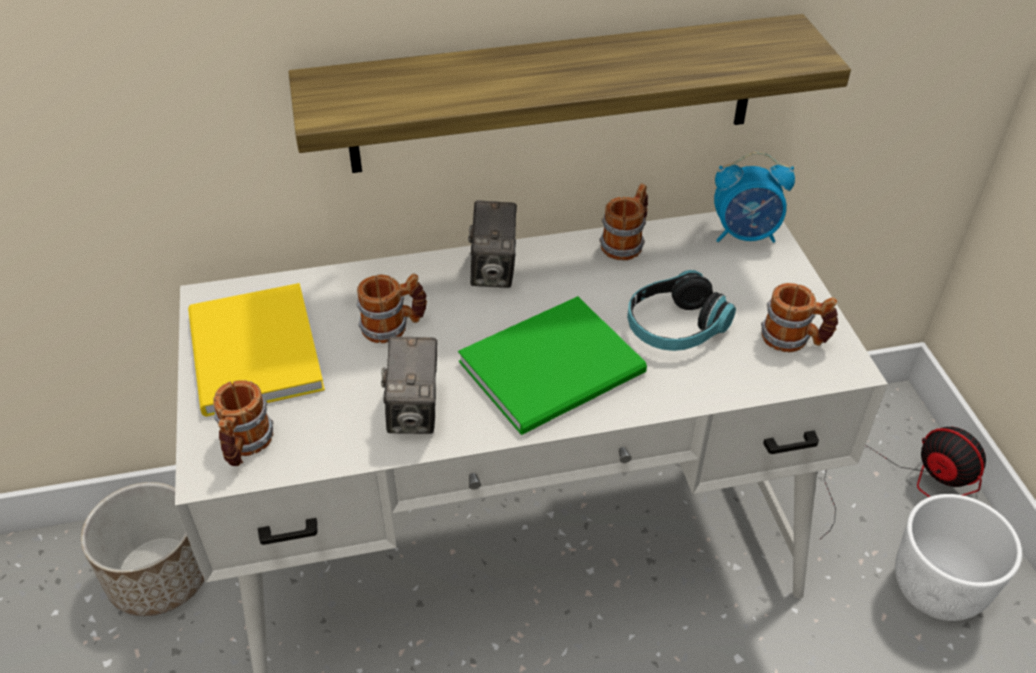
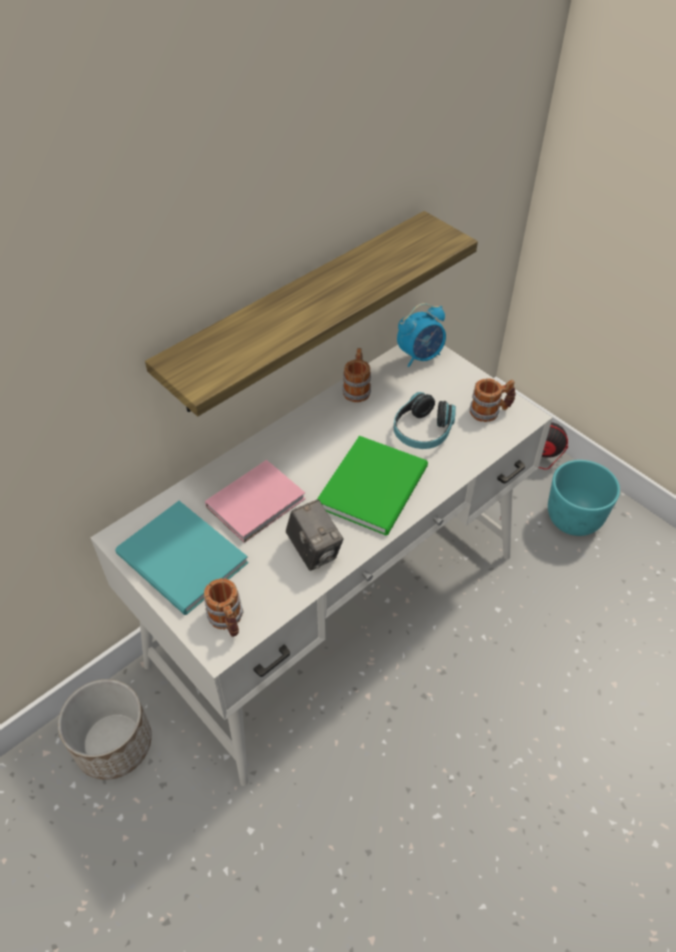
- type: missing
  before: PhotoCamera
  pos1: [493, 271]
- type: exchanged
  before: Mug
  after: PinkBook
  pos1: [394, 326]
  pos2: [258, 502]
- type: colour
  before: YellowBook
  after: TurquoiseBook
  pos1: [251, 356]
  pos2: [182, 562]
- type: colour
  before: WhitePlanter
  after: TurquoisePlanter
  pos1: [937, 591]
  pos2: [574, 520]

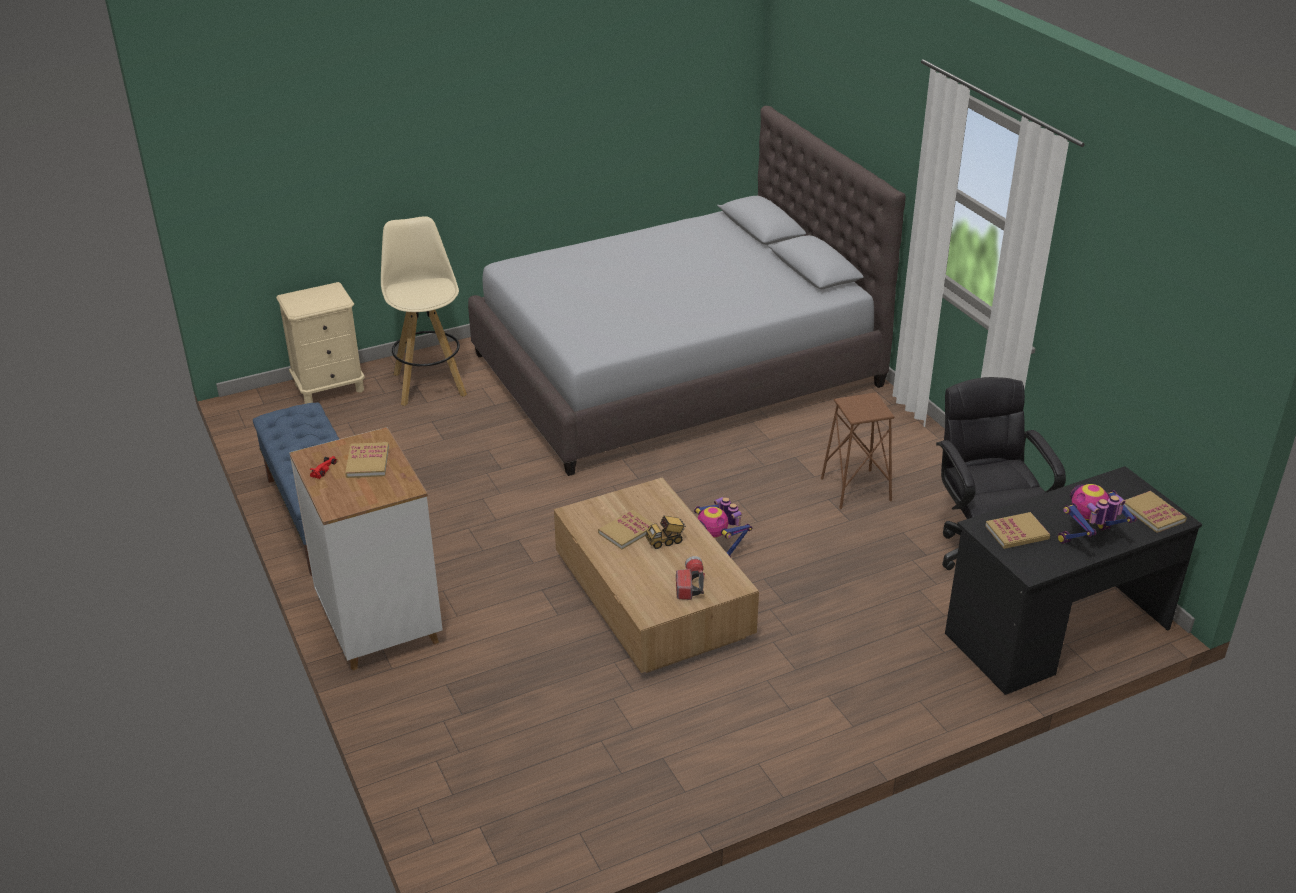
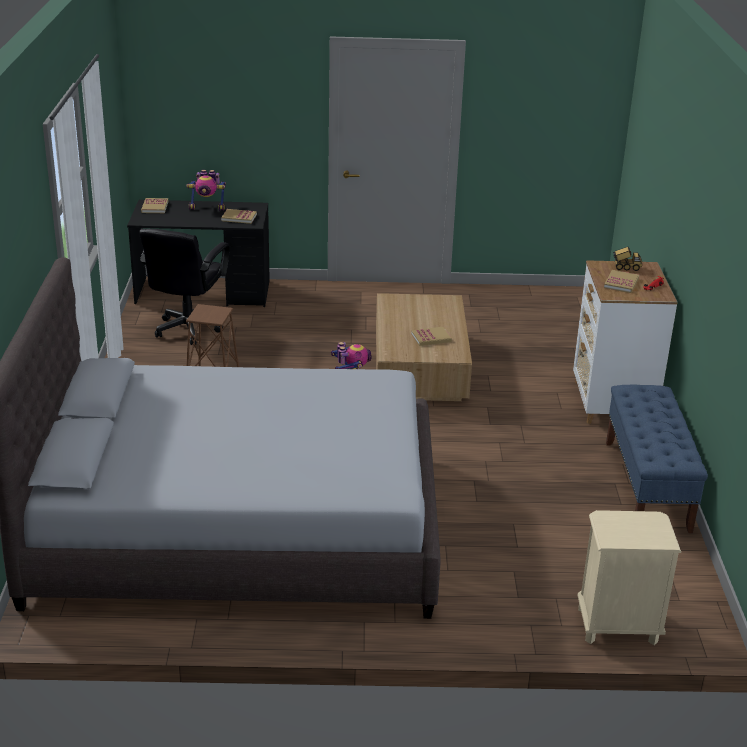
- type: missing
  before: BeigeStool
  pos1: [430, 383]
- type: missing
  before: Flashlight
  pos1: [690, 584]
- type: relocated
  before: ToyTruck
  pos1: [666, 541]
  pos2: [626, 268]

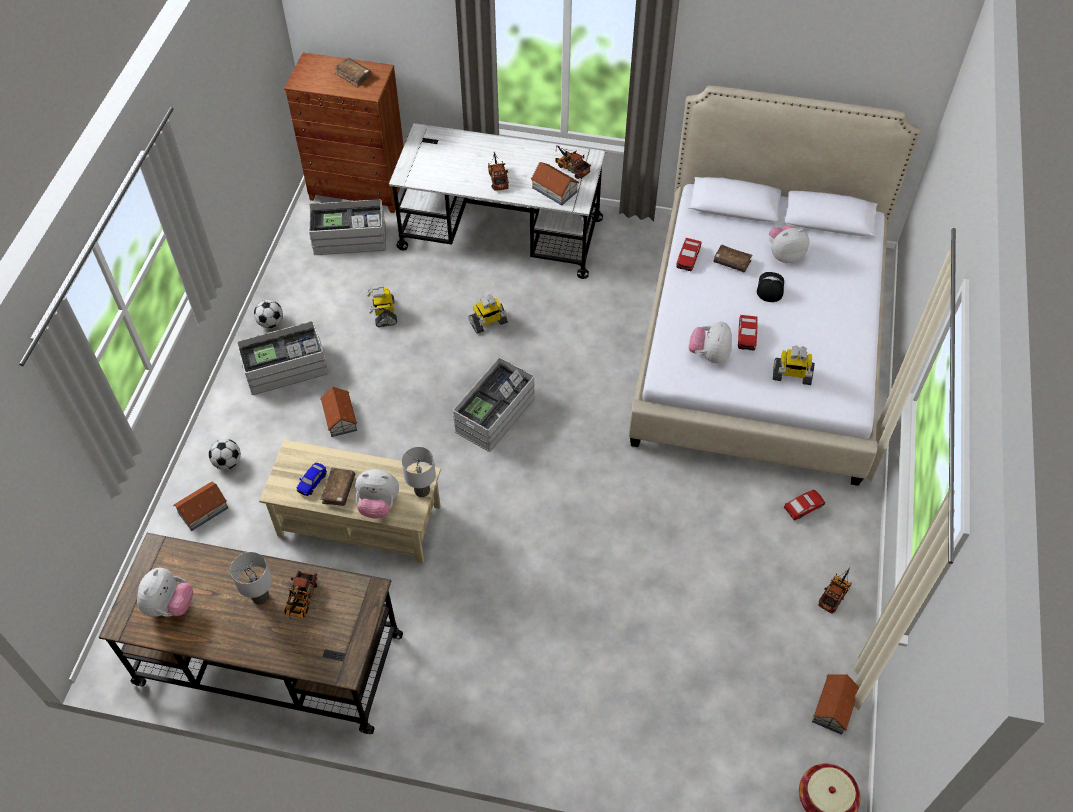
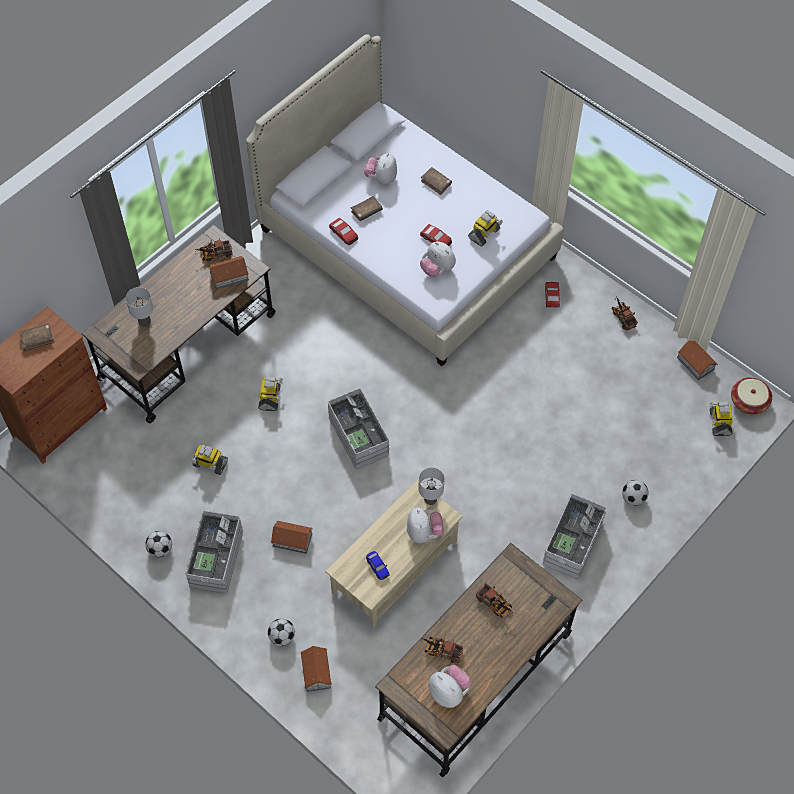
- type: missing
  before: Cap
  pos1: [770, 287]
- type: appeared
  after: Football
  pos2: [633, 498]
- type: appeared
  after: ToyRobot
  pos2: [719, 423]
- type: relocated
  before: WhiteTableLamp
  pos1: [262, 597]
  pos2: [145, 322]
- type: relocated
  before: GreyStorageBox
  pos1: [349, 237]
  pos2: [572, 542]
- type: relocated
  before: BrownBook
  pos1: [339, 490]
  pos2: [436, 183]
- type: relocated
  before: ToyTruck
  pos1: [498, 177]
  pos2: [441, 650]
- type: colour
  before: WhiteDesk
  after: BrownDesk
  pos1: [500, 234]
  pos2: [187, 346]
- type: spun
  before: PlushToy
  pos1: [378, 504]
  pos2: [424, 532]
  turn: -45

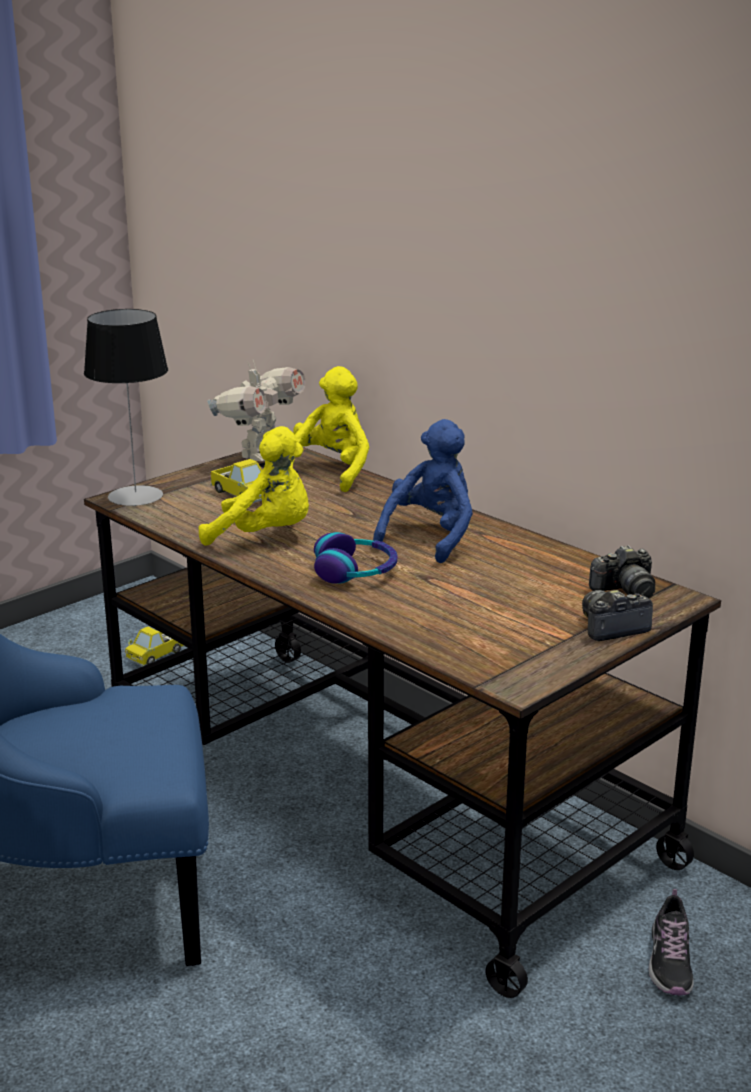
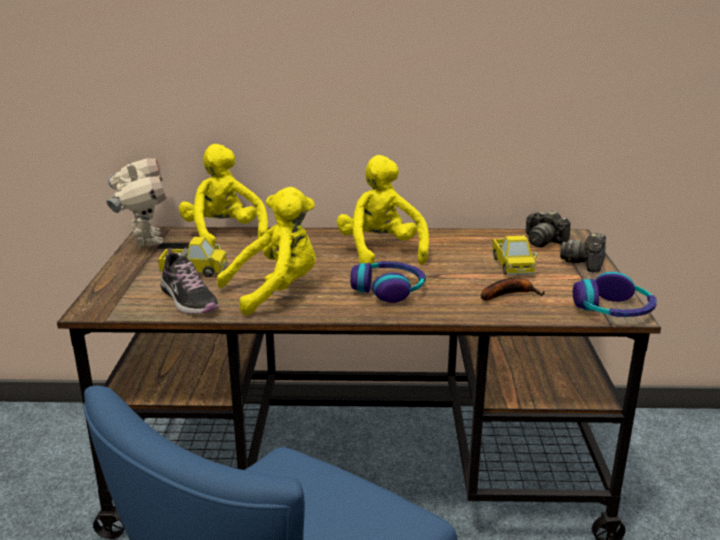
- type: missing
  before: TableLamp
  pos1: [136, 496]
- type: appeared
  after: Banana
  pos2: [509, 294]
- type: appeared
  after: Headphones
  pos2: [613, 310]
- type: relocated
  before: ToyTruck
  pos1: [156, 655]
  pos2: [512, 266]
- type: relocated
  before: Shoe
  pos1: [670, 961]
  pos2: [188, 300]
- type: colour
  before: BluePlushToy
  after: YellowPlushToy
  pos1: [431, 537]
  pos2: [381, 251]
- type: spun
  before: PhotoCamera
  pos1: [625, 591]
  pos2: [543, 241]
  turn: 105

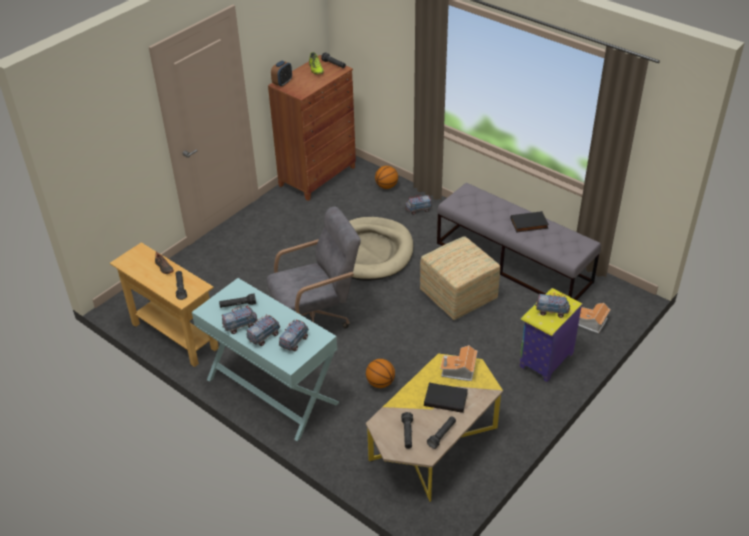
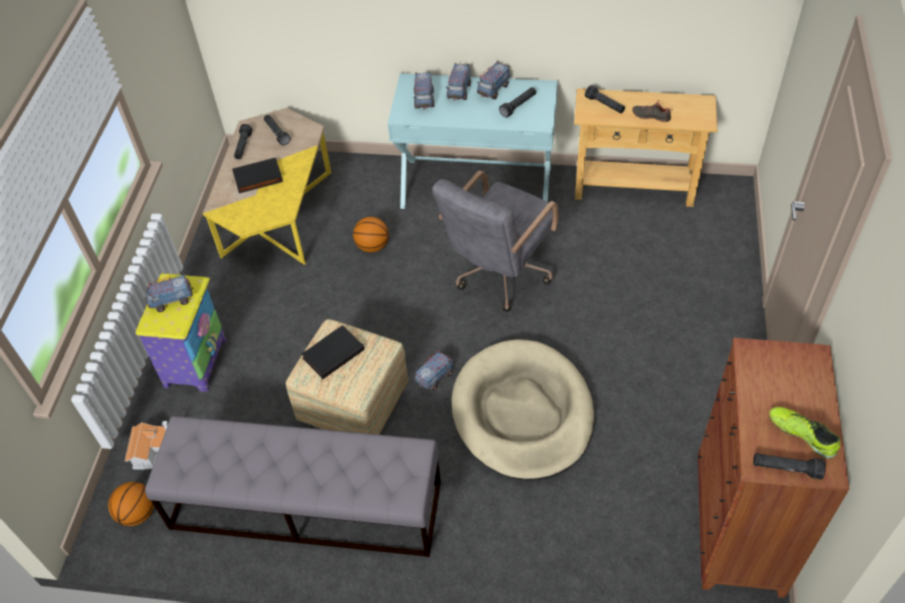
- type: missing
  before: AlarmClock
  pos1: [282, 83]
- type: missing
  before: ToyHouse
  pos1: [459, 371]
- type: relocated
  before: Basketball
  pos1: [386, 186]
  pos2: [138, 513]
- type: relocated
  before: ToyTruck
  pos1: [418, 209]
  pos2: [435, 377]
- type: relocated
  before: BlackBook
  pos1: [529, 224]
  pos2: [333, 353]

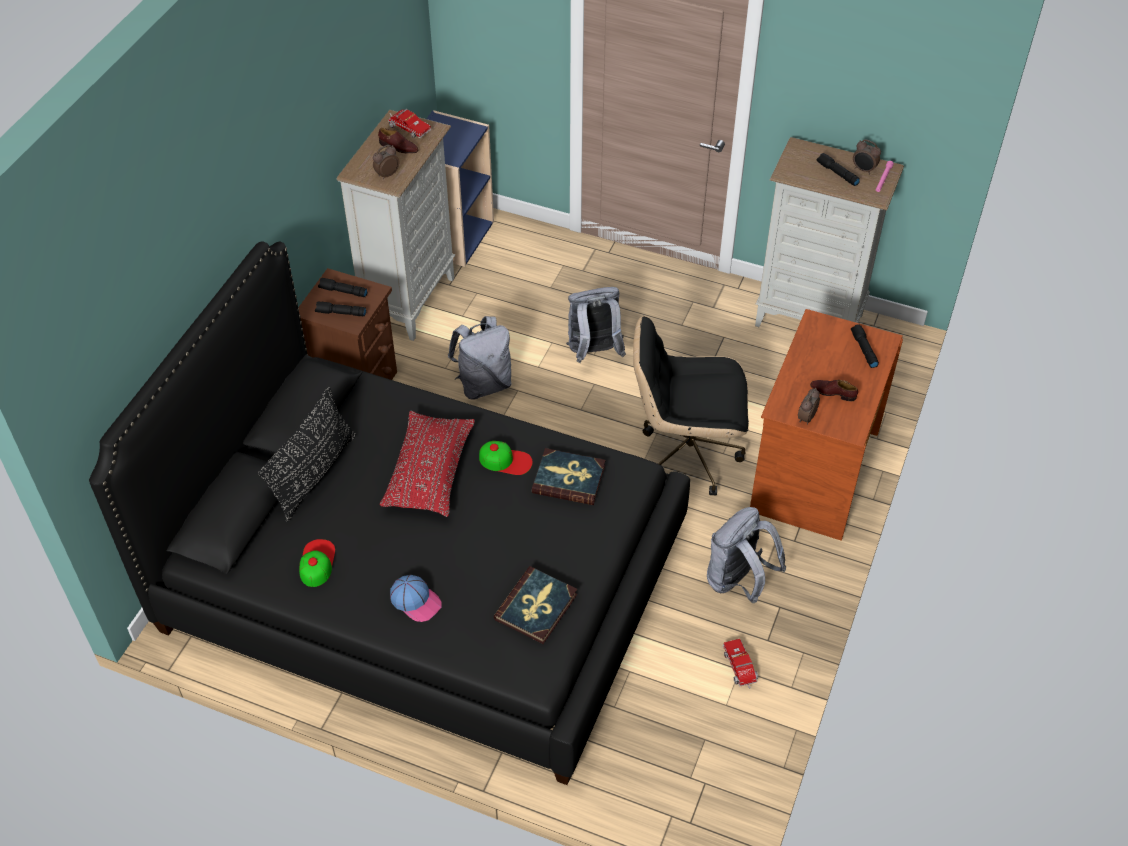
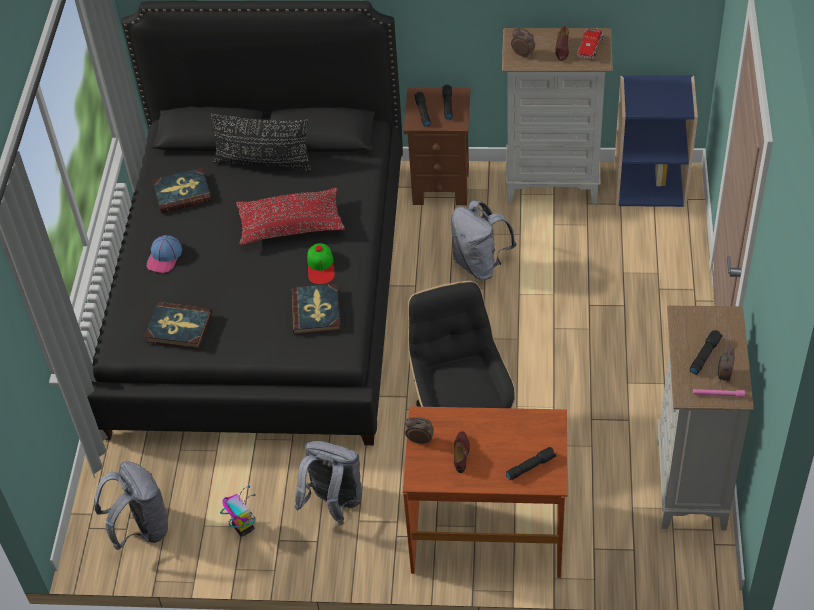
- type: relocated
  before: GreyBackpack
  pos1: [594, 352]
  pos2: [141, 528]
- type: exchanged
  before: Cap
  after: Book
  pos1: [316, 562]
  pos2: [182, 192]
- type: exchanged
  before: ToyTruck
  after: ToyRobot
  pos1: [740, 668]
  pos2: [243, 527]

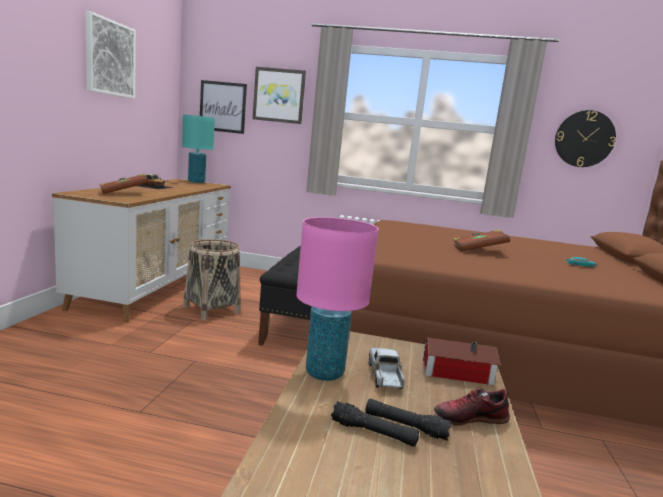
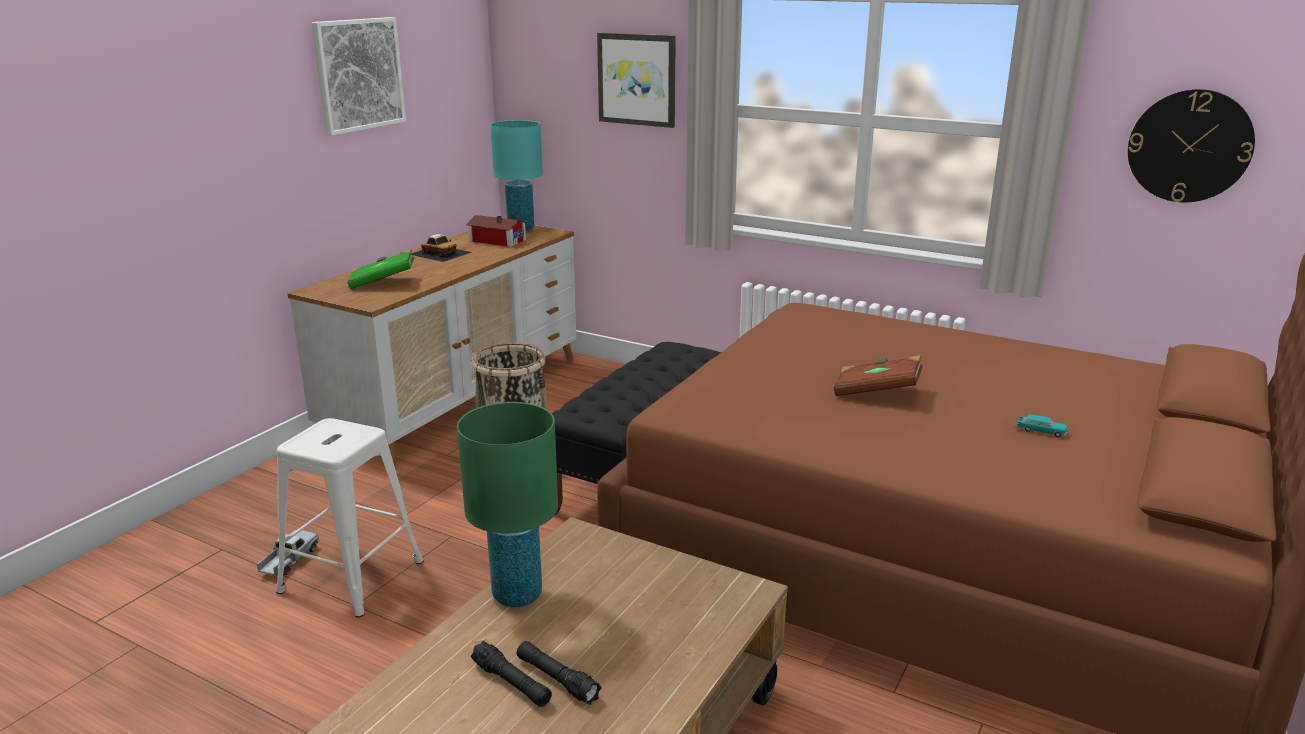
- type: missing
  before: Picture
  pos1: [222, 107]
- type: missing
  before: Shoe
  pos1: [470, 418]
- type: appeared
  after: WhiteStool
  pos2: [351, 577]
- type: relocated
  before: ToyTruck
  pos1: [385, 376]
  pos2: [289, 561]
- type: relocated
  before: ToyHouse
  pos1: [454, 370]
  pos2: [497, 240]
- type: colour
  before: BrownBook
  after: GreenBook
  pos1: [124, 193]
  pos2: [382, 282]
- type: colour
  before: PinkTableLamp
  after: GreenTableLamp
  pos1: [324, 373]
  pos2: [517, 595]

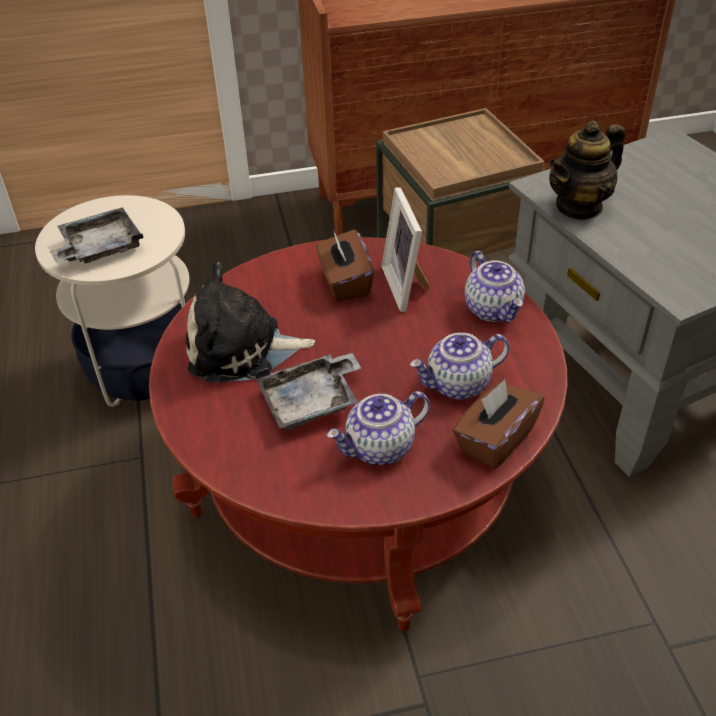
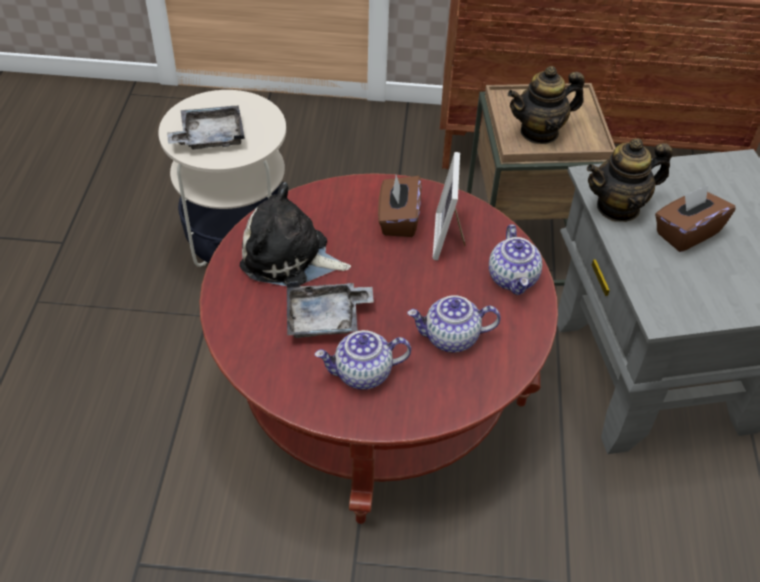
- type: appeared
  after: Teapot
  pos2: [539, 132]
- type: relocated
  before: BrownTissueBox
  pos1: [495, 440]
  pos2: [686, 233]

